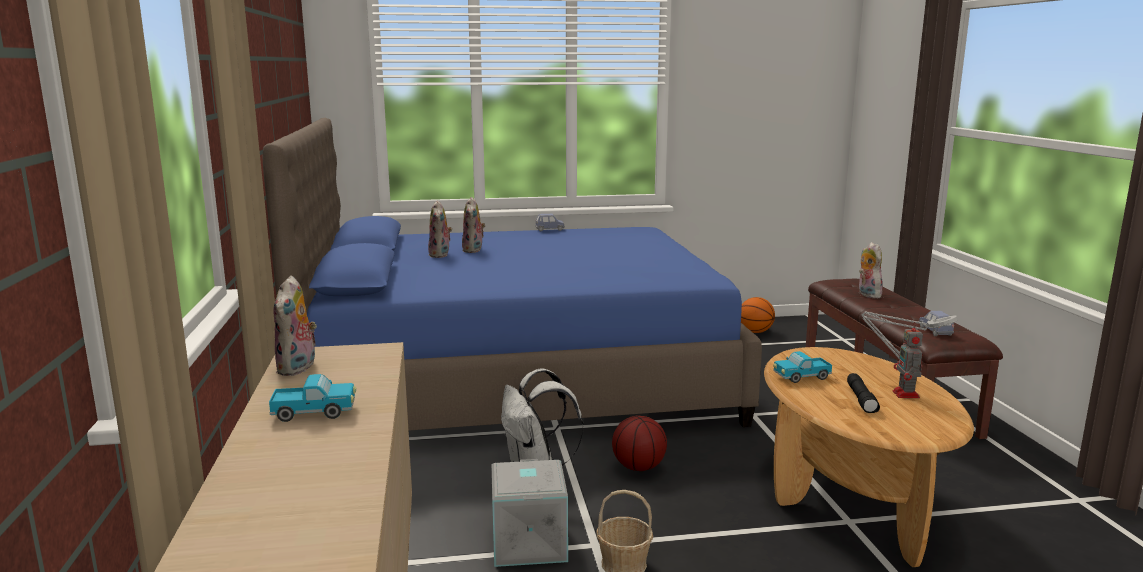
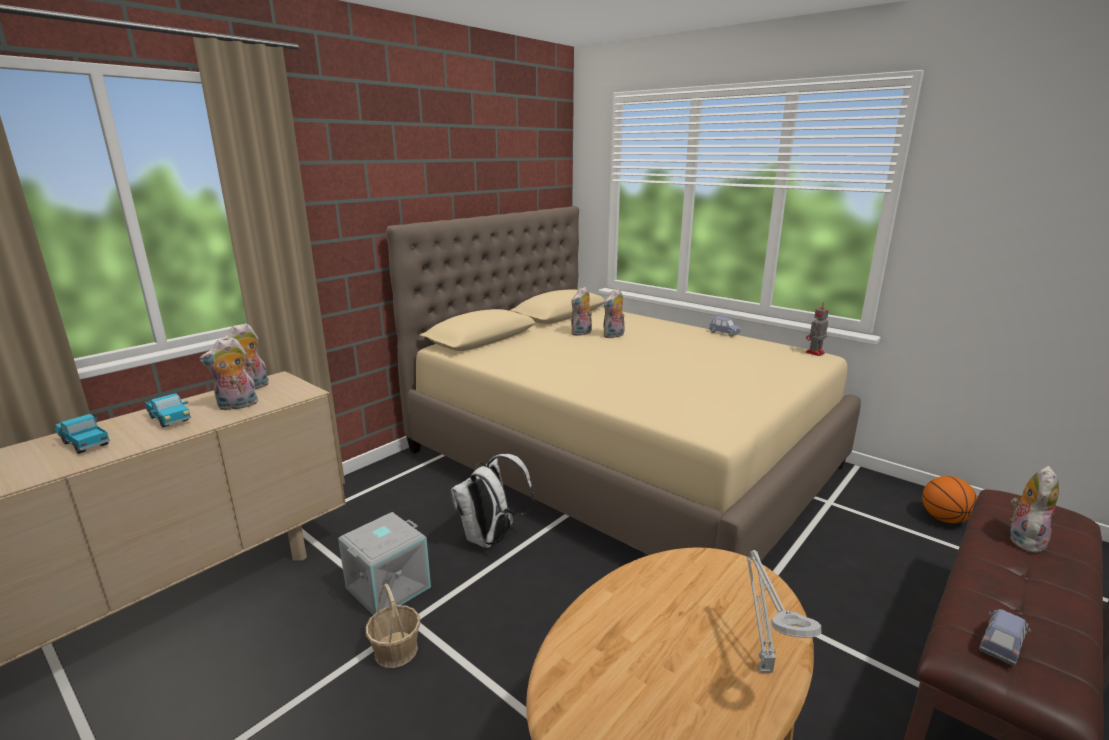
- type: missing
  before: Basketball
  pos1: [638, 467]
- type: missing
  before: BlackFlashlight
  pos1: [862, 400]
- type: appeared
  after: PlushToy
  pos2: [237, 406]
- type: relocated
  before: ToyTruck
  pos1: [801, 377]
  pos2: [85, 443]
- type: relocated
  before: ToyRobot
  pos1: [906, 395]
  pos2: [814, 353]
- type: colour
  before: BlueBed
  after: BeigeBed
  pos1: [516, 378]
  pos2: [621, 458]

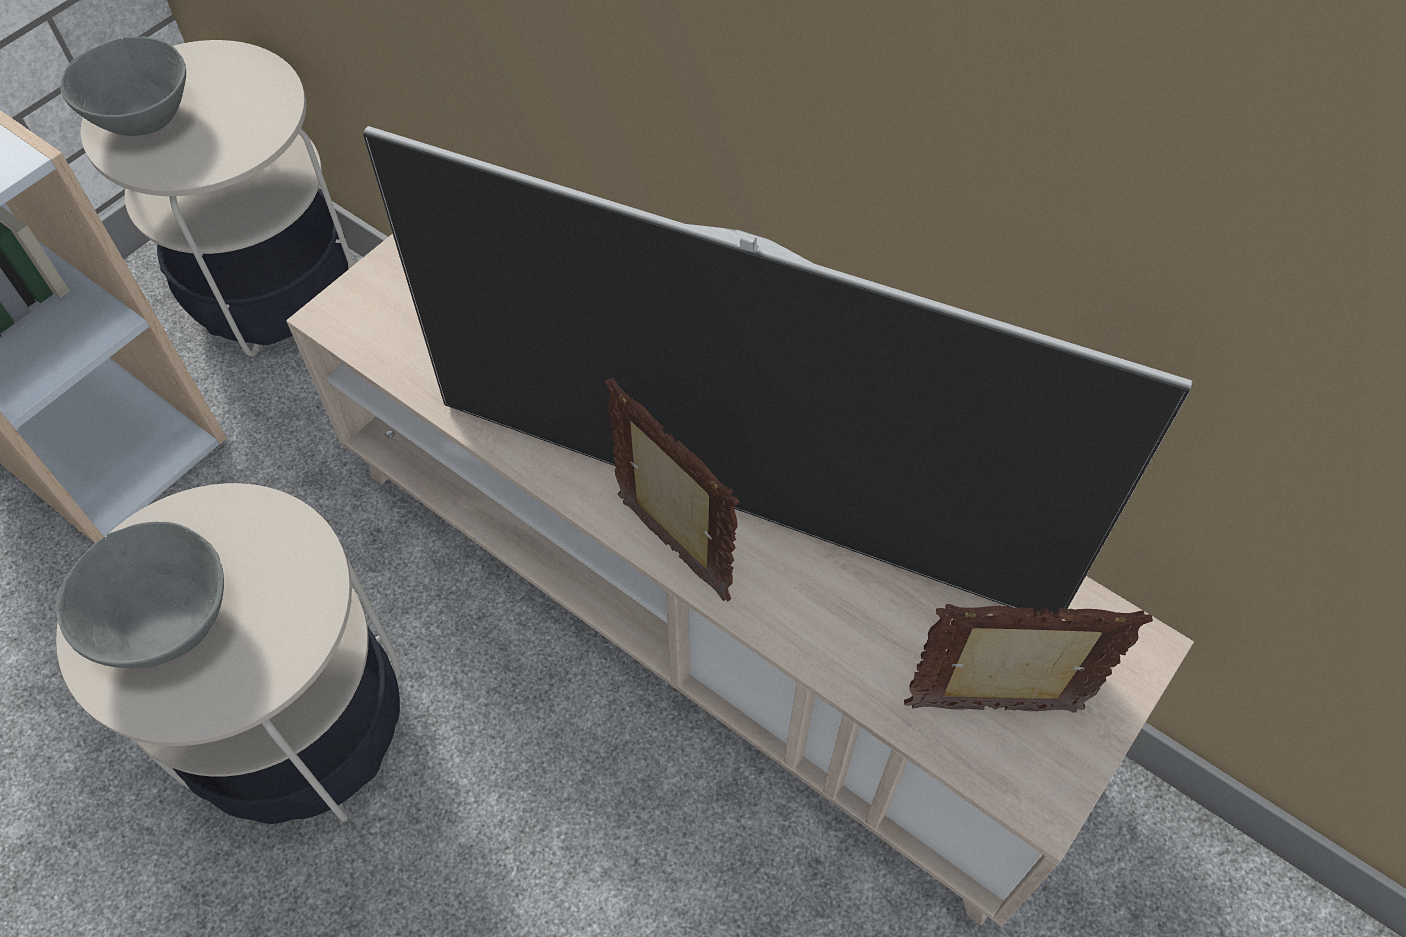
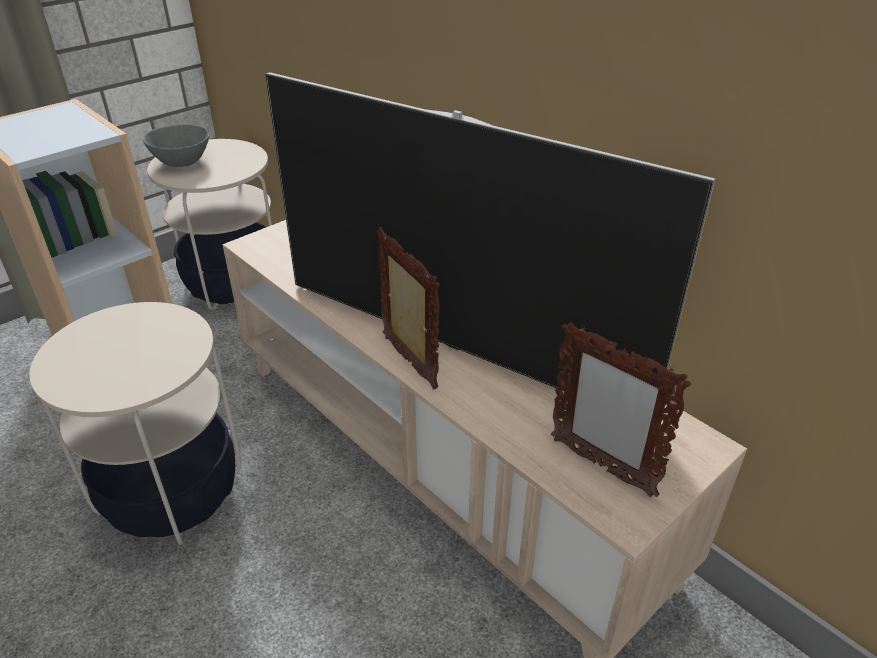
- type: missing
  before: GreyBowl
  pos1: [167, 620]
- type: spun
  before: PictureFrame
  pos1: [994, 710]
  pos2: [601, 466]
  turn: -150

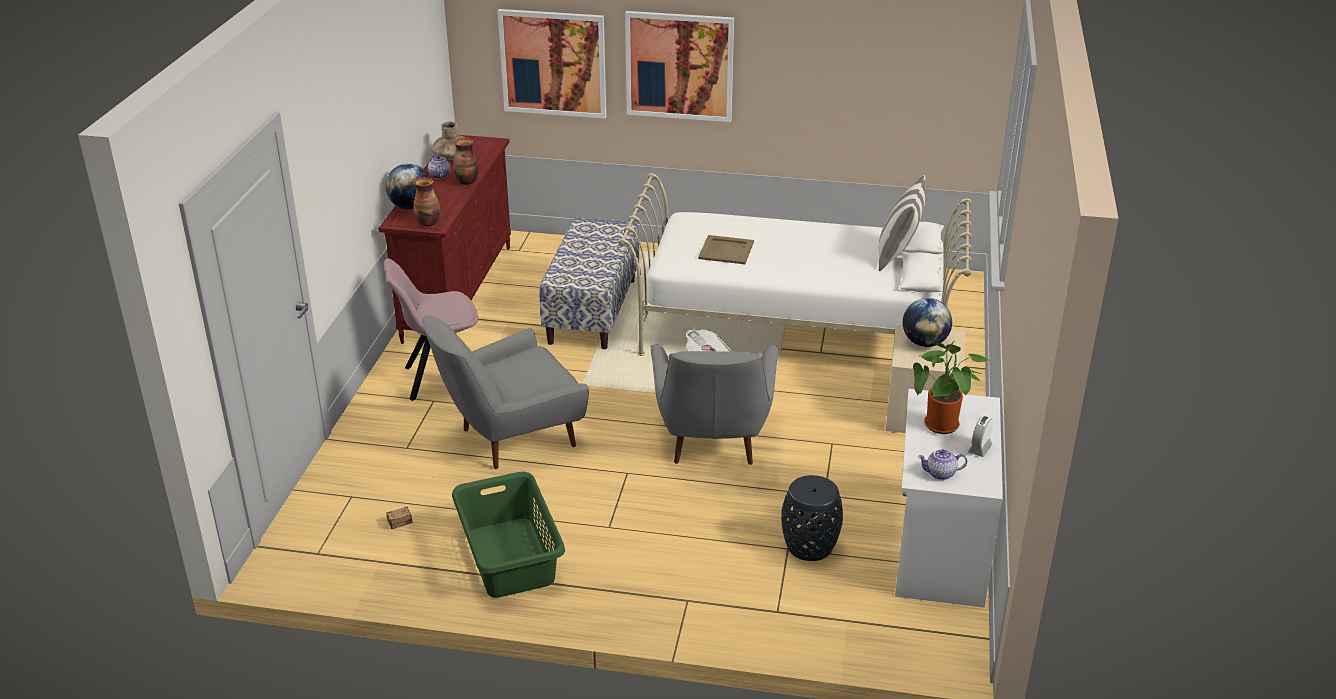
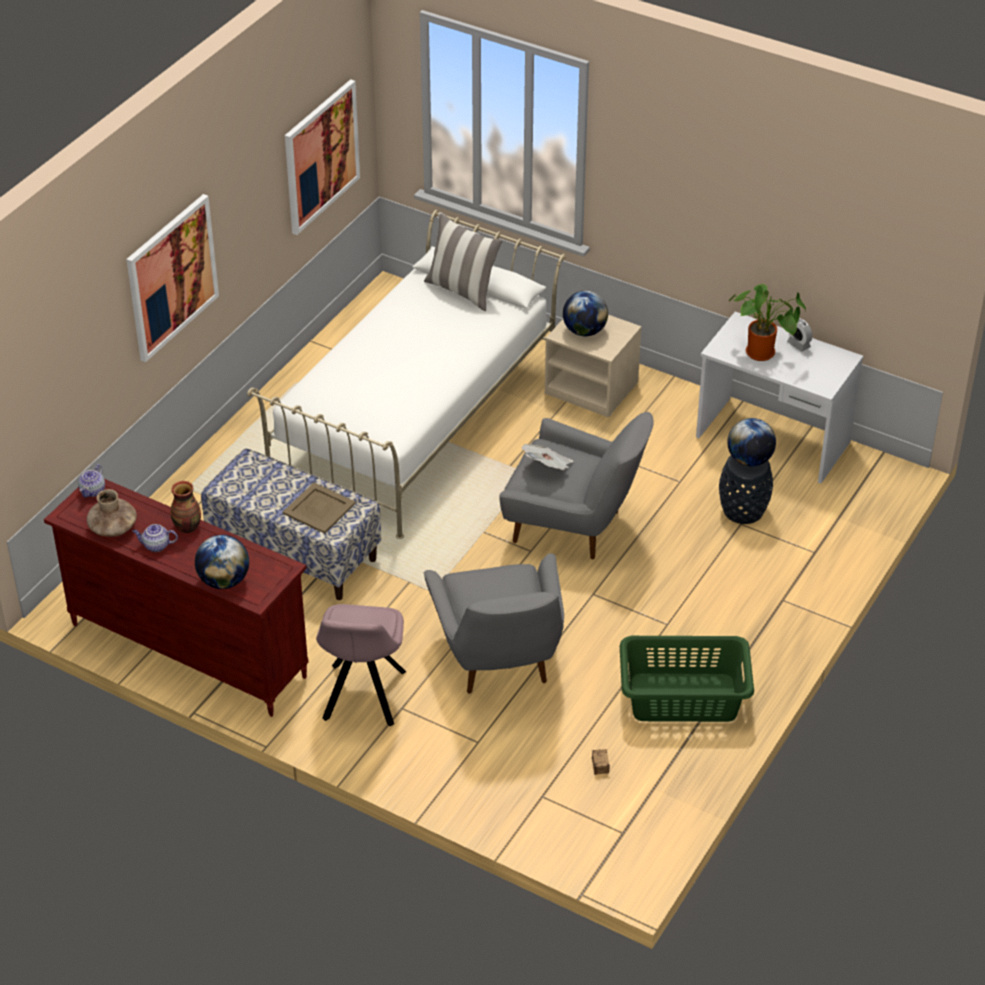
- type: missing
  before: Vase
  pos1: [429, 222]
- type: appeared
  after: Globe
  pos2: [749, 460]
- type: relocated
  before: Picture
  pos1: [553, 63]
  pos2: [321, 156]
- type: relocated
  before: BeigeTray
  pos1: [725, 250]
  pos2: [319, 509]
- type: relocated
  before: Teapot
  pos1: [940, 474]
  pos2: [93, 491]

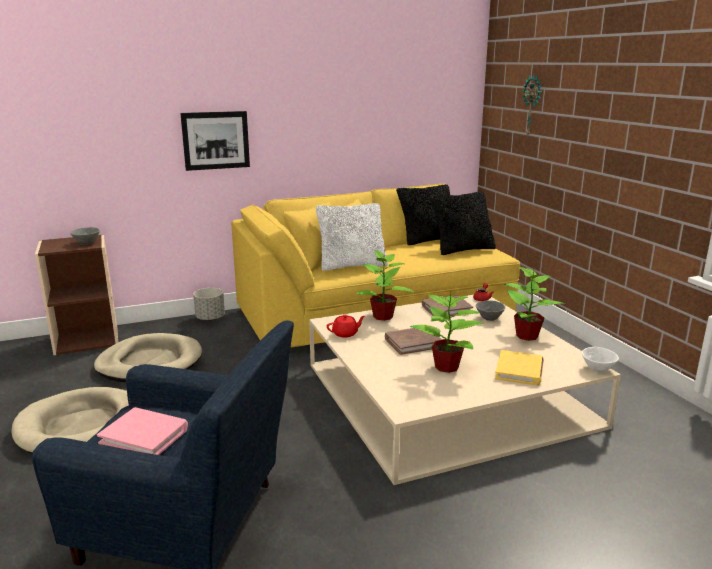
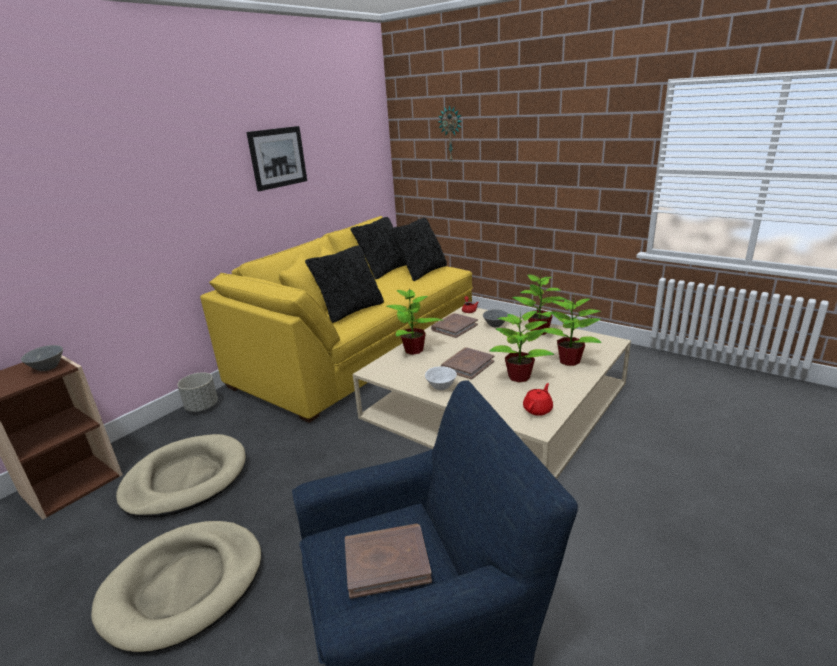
- type: relocated
  before: Picture
  pos1: [216, 140]
  pos2: [278, 158]
- type: relocated
  before: RedTeapot
  pos1: [345, 334]
  pos2: [538, 409]
- type: relocated
  before: WhiteBowl
  pos1: [596, 369]
  pos2: [440, 387]
- type: exchanged
  before: YellowBook
  after: PottedPlant
  pos1: [519, 370]
  pos2: [570, 361]
- type: colour
  before: PinkBook
  after: BrownBook
  pos1: [144, 436]
  pos2: [387, 562]
- type: colour
  before: WhitePillow
  after: BlackPillow
  pos1: [352, 264]
  pos2: [350, 309]

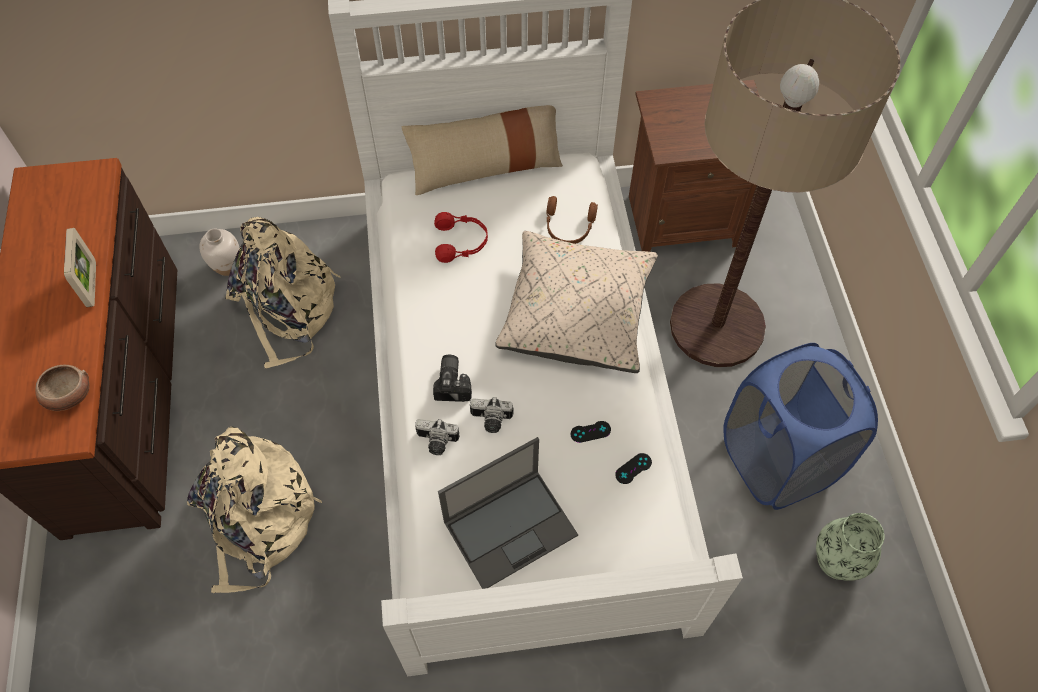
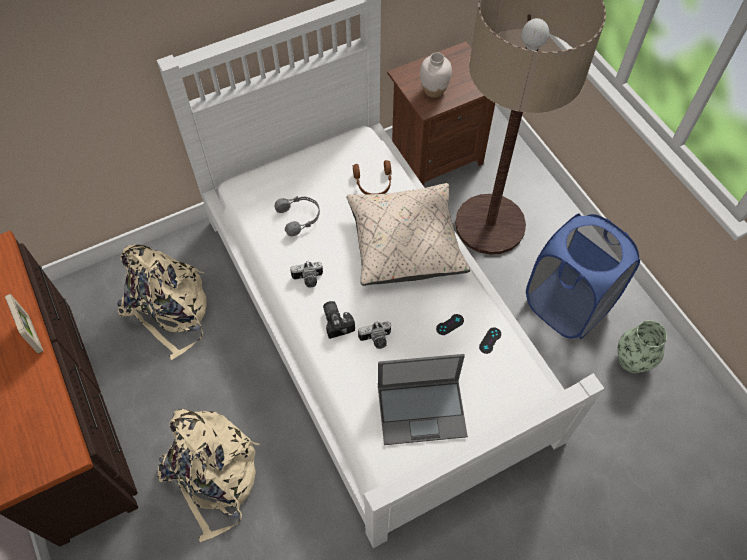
- type: missing
  before: Bowl
  pos1: [68, 396]
- type: missing
  before: BeigePillow
  pos1: [486, 168]
- type: relocated
  before: WhiteVase
  pos1: [227, 266]
  pos2: [434, 90]
- type: relocated
  before: PhotoCamera
  pos1: [436, 443]
  pos2: [308, 280]
- type: colour
  before: RedHeadphones
  after: GreyHeadphones
  pos1: [461, 242]
  pos2: [300, 217]
- type: spun
  before: Laptop
  pos1: [511, 527]
  pos2: [422, 411]
  turn: 45

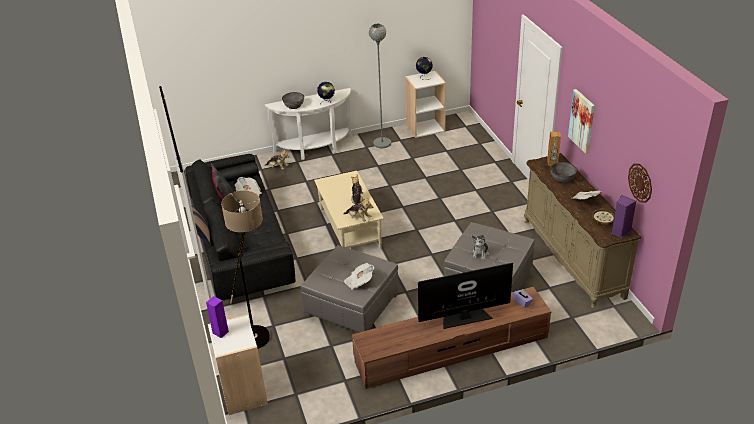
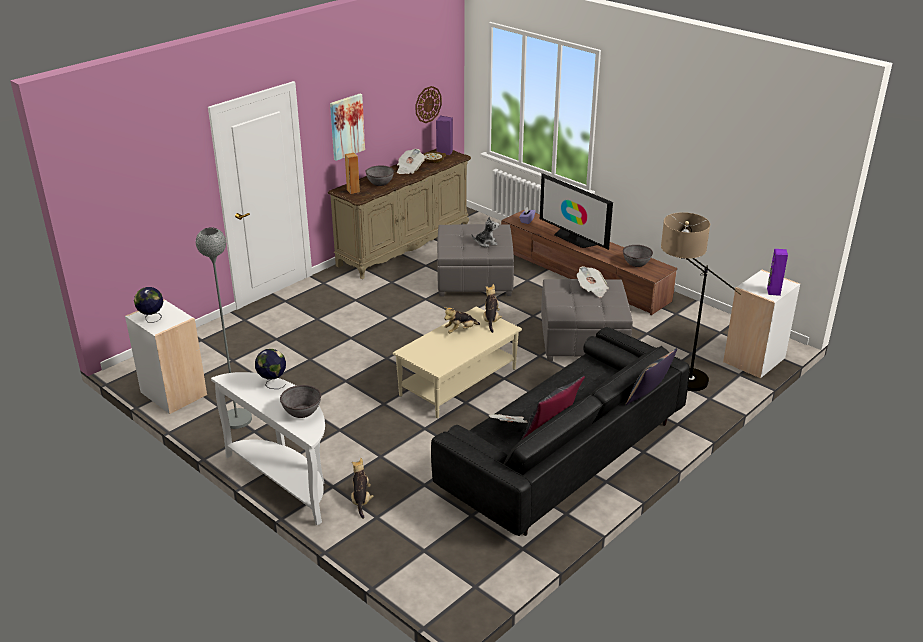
- type: appeared
  after: GreyBowl
  pos2: [636, 263]

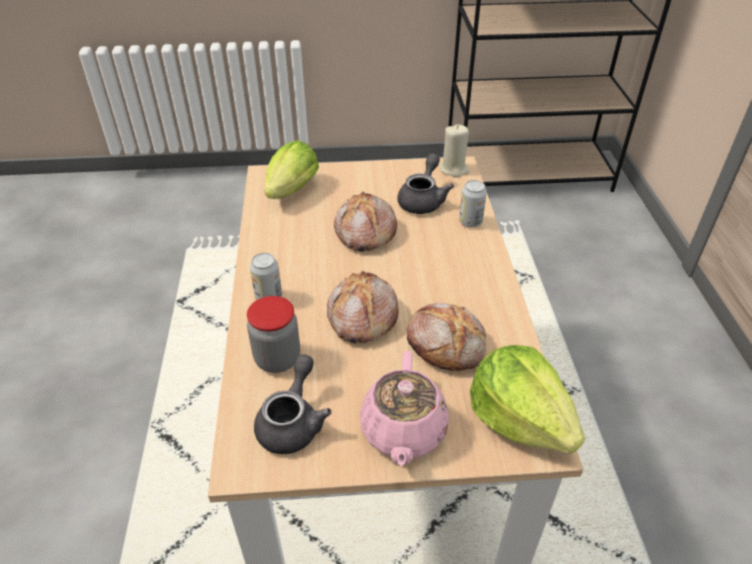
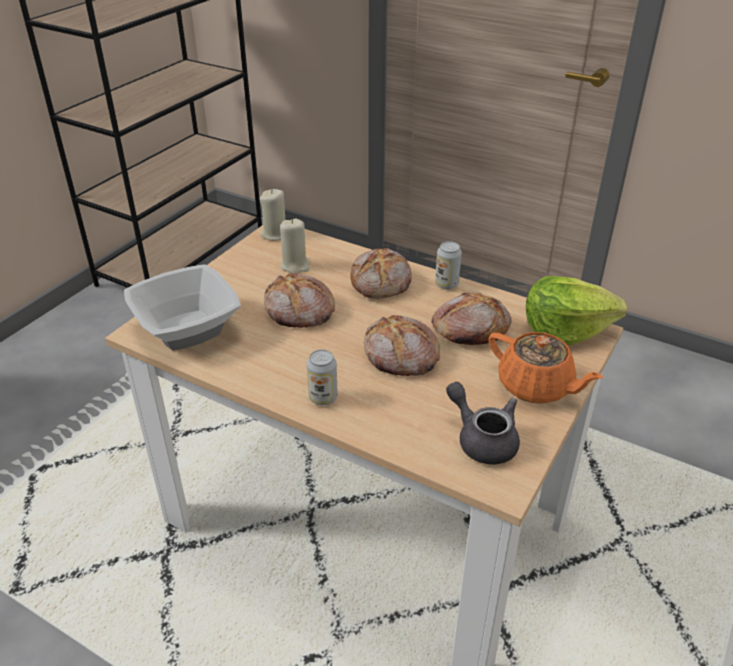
- type: missing
  before: Jar
  pos1: [277, 359]
- type: appeared
  after: Bread
  pos2: [382, 283]
- type: relocated
  before: Can
  pos1: [470, 222]
  pos2: [446, 284]
- type: exchanged
  before: Lettuce
  after: Bowl
  pos1: [290, 193]
  pos2: [189, 328]
- type: exchanged
  before: GreyTeapot
  after: BeigeCandle
  pos1: [423, 200]
  pos2: [295, 265]
- type: colour
  before: PinkTeapot
  after: OrangeTeapot
  pos1: [403, 431]
  pos2: [536, 386]

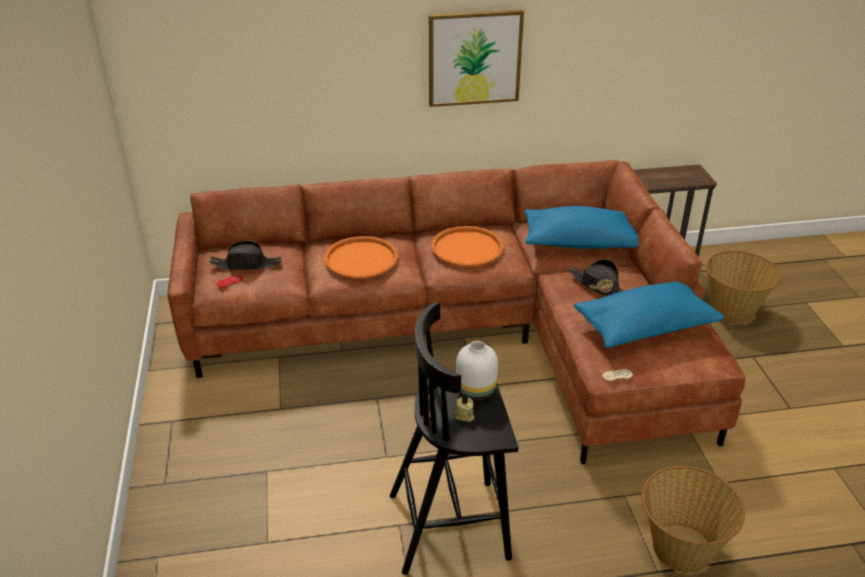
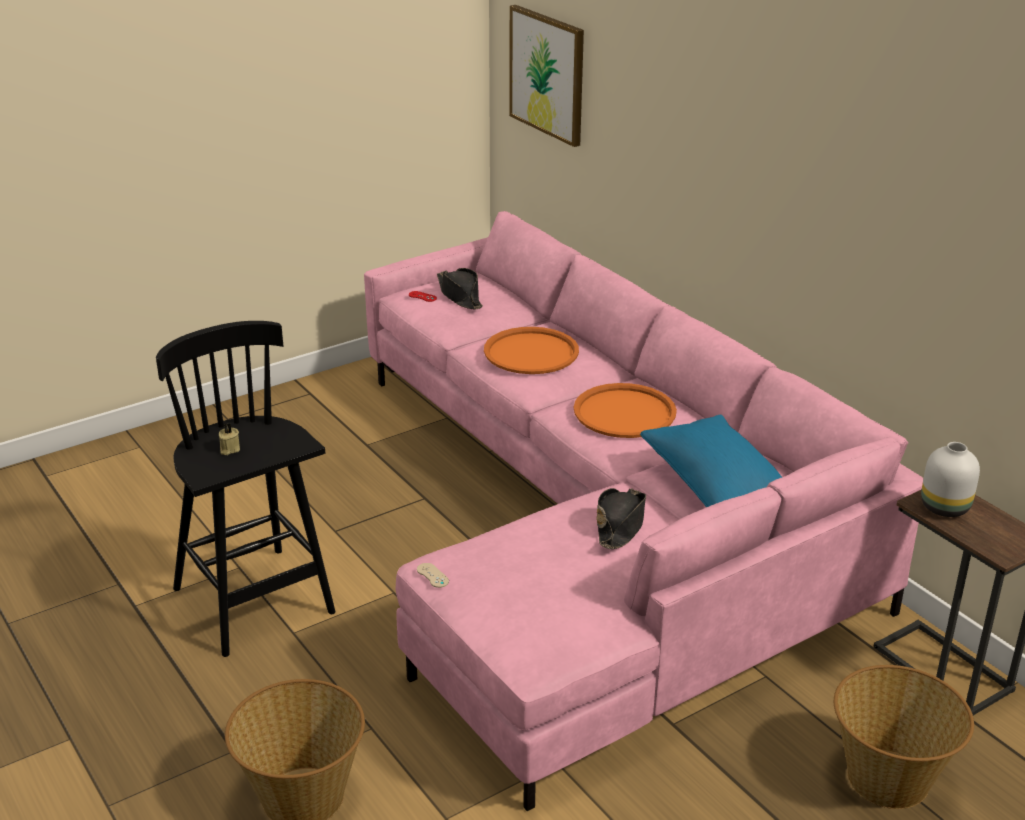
- type: missing
  before: BluePillow
  pos1: [645, 327]
- type: relocated
  before: Picture
  pos1: [474, 58]
  pos2: [547, 74]
- type: relocated
  before: WhiteVase
  pos1: [475, 390]
  pos2: [944, 506]
- type: colour
  before: BrownSofa
  after: PinkSofa
  pos1: [465, 332]
  pos2: [595, 527]

